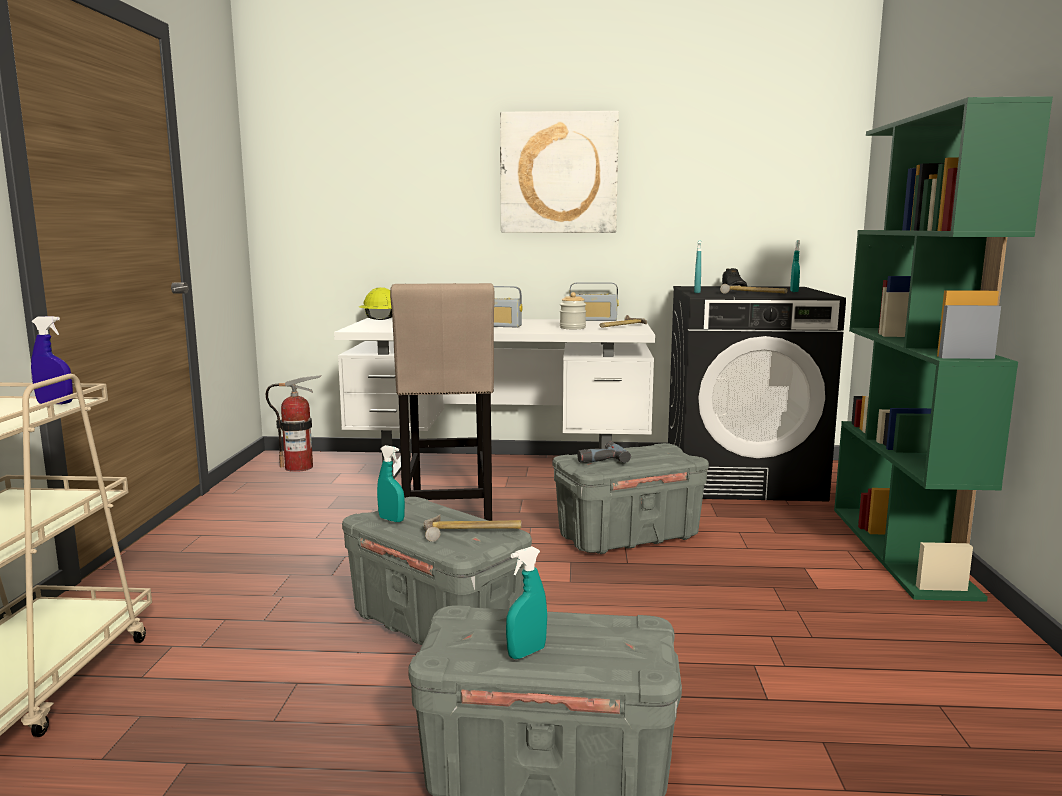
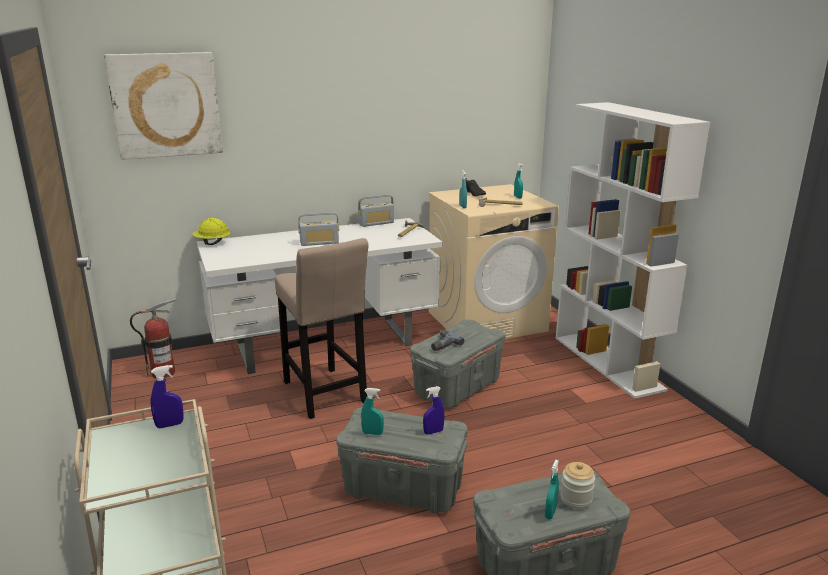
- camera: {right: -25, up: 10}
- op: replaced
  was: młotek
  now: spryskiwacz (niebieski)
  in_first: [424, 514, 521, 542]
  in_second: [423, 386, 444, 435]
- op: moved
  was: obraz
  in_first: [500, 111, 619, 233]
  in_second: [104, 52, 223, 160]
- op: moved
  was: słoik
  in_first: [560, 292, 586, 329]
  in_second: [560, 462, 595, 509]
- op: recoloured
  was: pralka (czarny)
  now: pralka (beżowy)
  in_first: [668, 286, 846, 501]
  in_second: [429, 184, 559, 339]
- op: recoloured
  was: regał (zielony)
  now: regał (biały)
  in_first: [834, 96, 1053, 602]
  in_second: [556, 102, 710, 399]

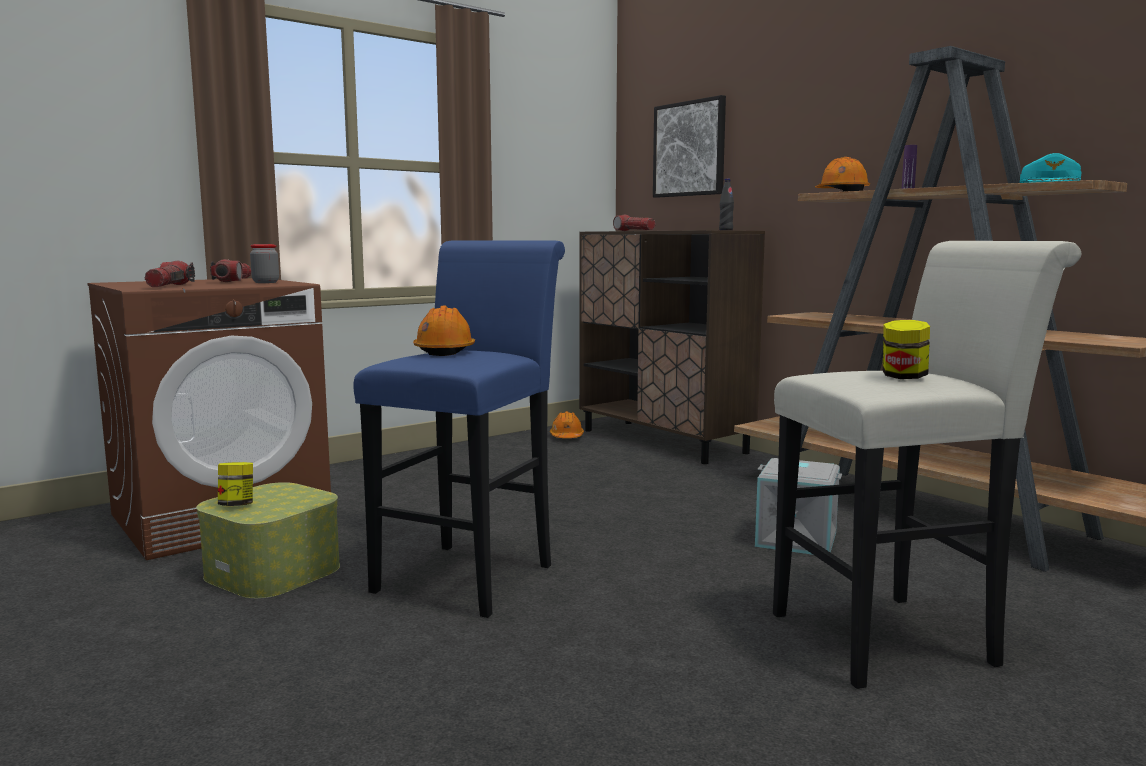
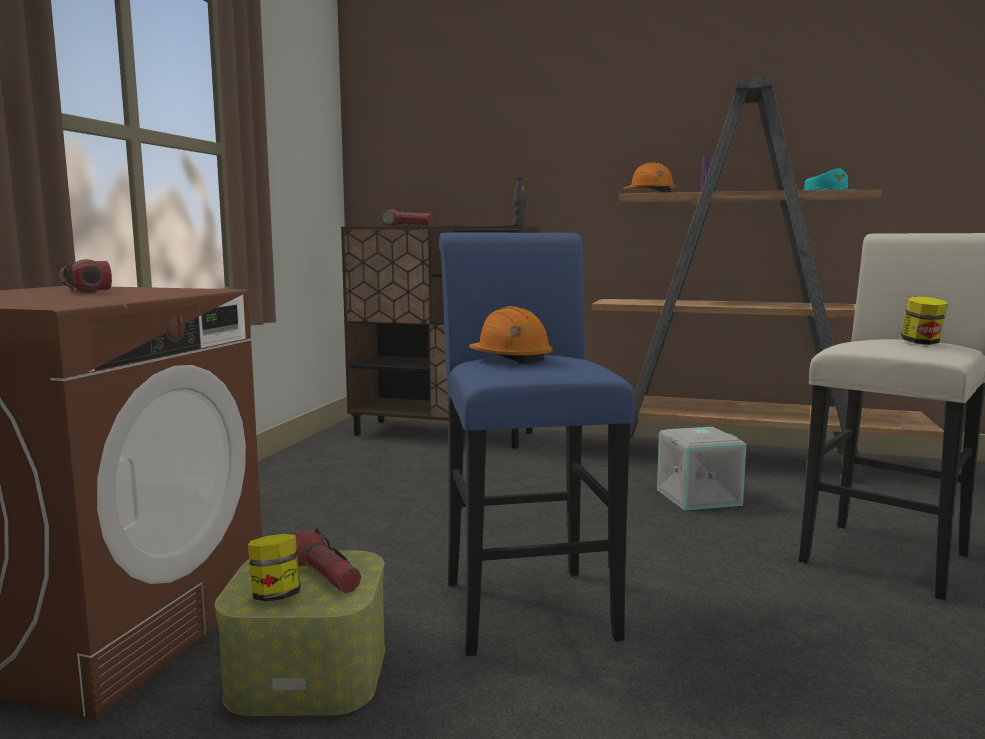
- camera: {right: -35, up: 0}
- op: moved
  was: latarka
  in_first: [145, 261, 195, 287]
  in_second: [292, 528, 361, 593]
- op: removed
  was: słoik
  in_first: [250, 244, 279, 283]
- op: removed
  was: kask (pomarańczowy)
  in_first: [550, 411, 584, 438]
- op: removed
  was: obraz
  in_first: [653, 95, 726, 198]

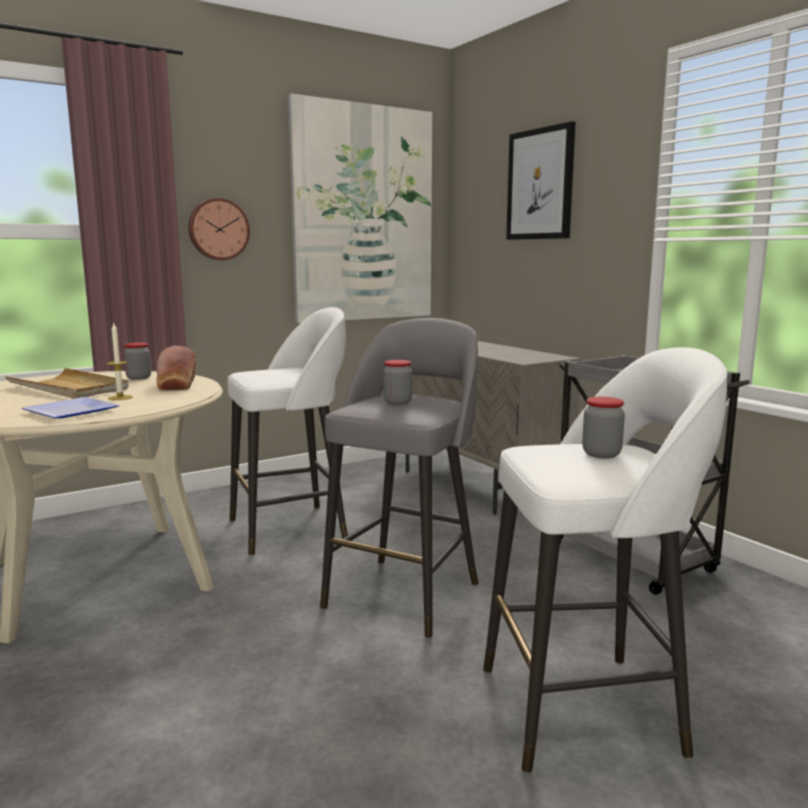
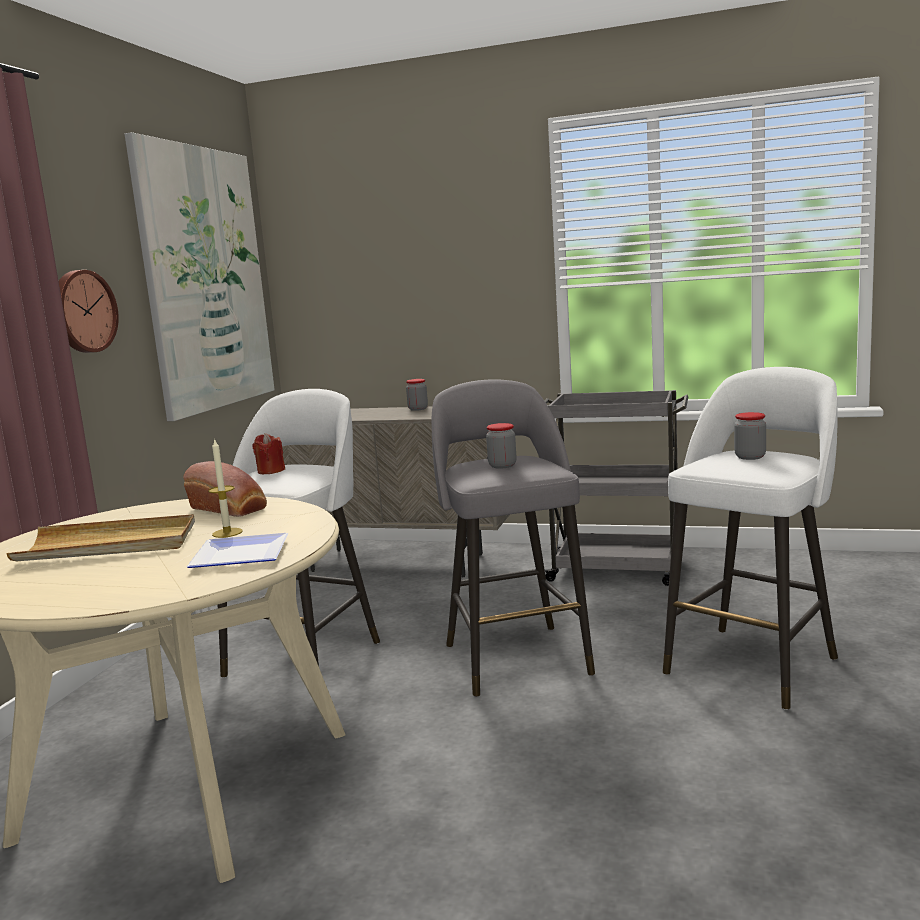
- camera: {right: -40, up: 0}
- op: moved
  was: słoik
  in_first: [124, 342, 151, 380]
  in_second: [406, 379, 428, 411]
- op: removed
  was: obraz
  in_first: [506, 121, 575, 240]
- op: added
  now: świeca (czerwony)
  in_second: [252, 433, 285, 474]

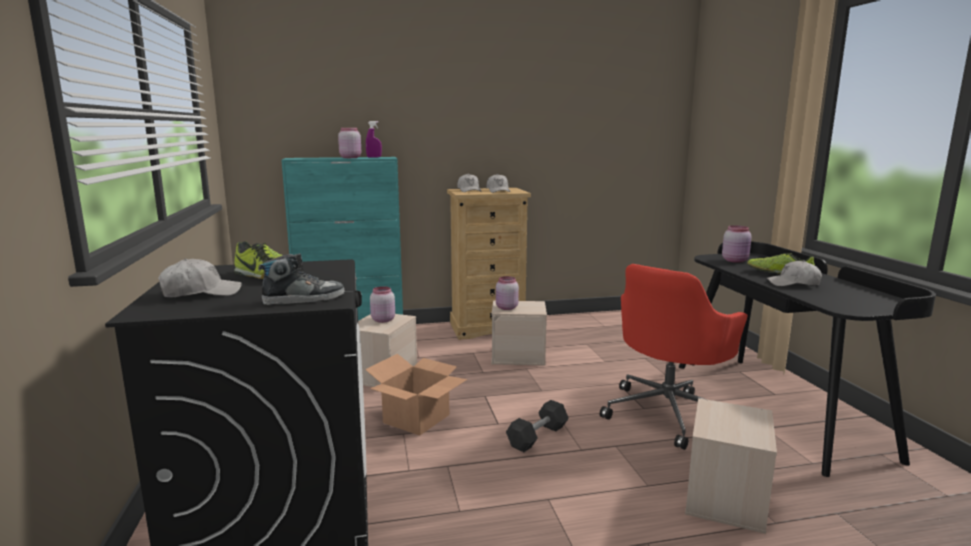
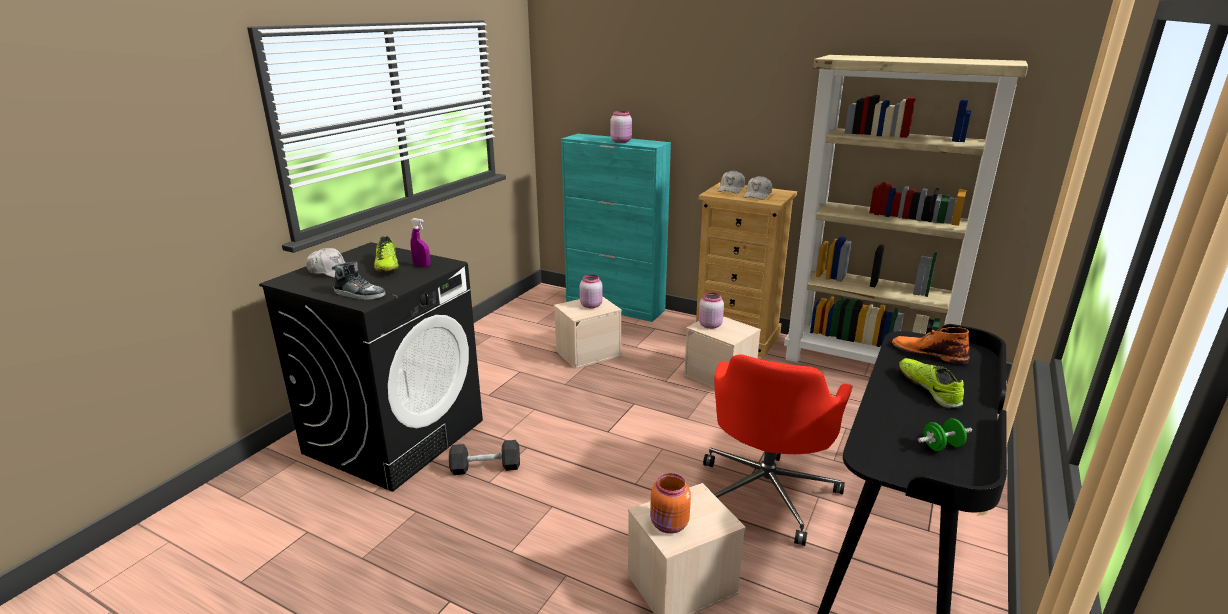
- camera: {right: 40, up: 10}
- op: removed
  was: karton
  in_first: [365, 354, 467, 436]
- op: moved
  was: spryskiwacz (fioletowy)
  in_first: [366, 121, 382, 158]
  in_second: [410, 218, 430, 267]
- op: moved
  was: hantel (czarny)
  in_first: [506, 400, 569, 452]
  in_second: [449, 440, 520, 475]
- op: turned
  was: krzesło biurowe (czerwony)
  in_first: [600, 264, 748, 450]
  in_second: [703, 354, 852, 546]
  clockwise: -60
- op: replaced
  was: słoik (różowy)
  now: but z cholewką (pomarańczowy)
  in_first: [722, 225, 752, 263]
  in_second: [892, 327, 970, 365]
- op: removed
  was: czapka z daszkiem (biały)
  in_first: [766, 260, 822, 286]
- op: added
  now: słoik (pomarańczowy)
  in_second: [650, 473, 691, 534]
- op: added
  now: regał (beżowy)
  in_second: [784, 55, 1028, 364]
- op: added
  now: hantel (zielony)
  in_second: [918, 418, 972, 451]

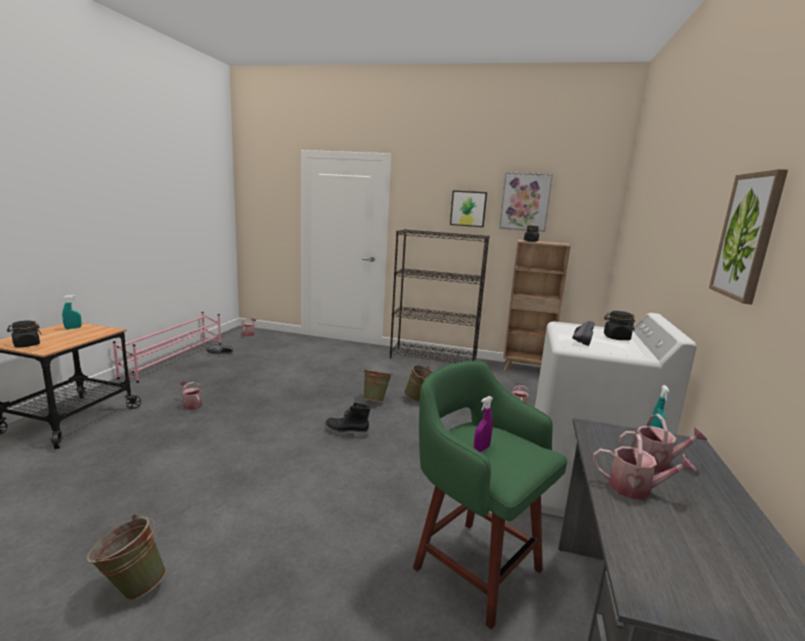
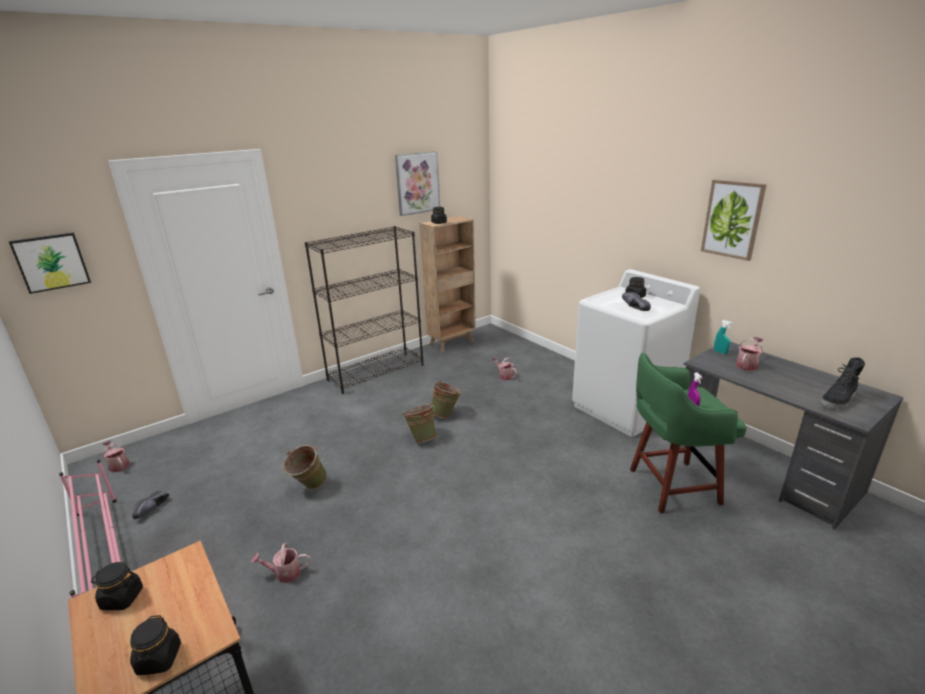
- camera: {right: -50, up: 10}
- op: replaced
  was: spryskiwacz (turkusowy)
  now: słoik (czarny)
  in_first: [62, 295, 82, 329]
  in_second: [91, 562, 143, 610]
- op: moved
  was: wiadro (zielony)
  in_first: [87, 515, 166, 600]
  in_second: [283, 445, 327, 489]
- op: moved
  was: but z cholewką (czarny)
  in_first: [325, 403, 370, 438]
  in_second: [820, 357, 865, 409]
- op: moved
  was: obraz
  in_first: [450, 190, 487, 227]
  in_second: [9, 232, 91, 294]
- op: removed
  was: konewka
  in_first: [593, 434, 696, 500]

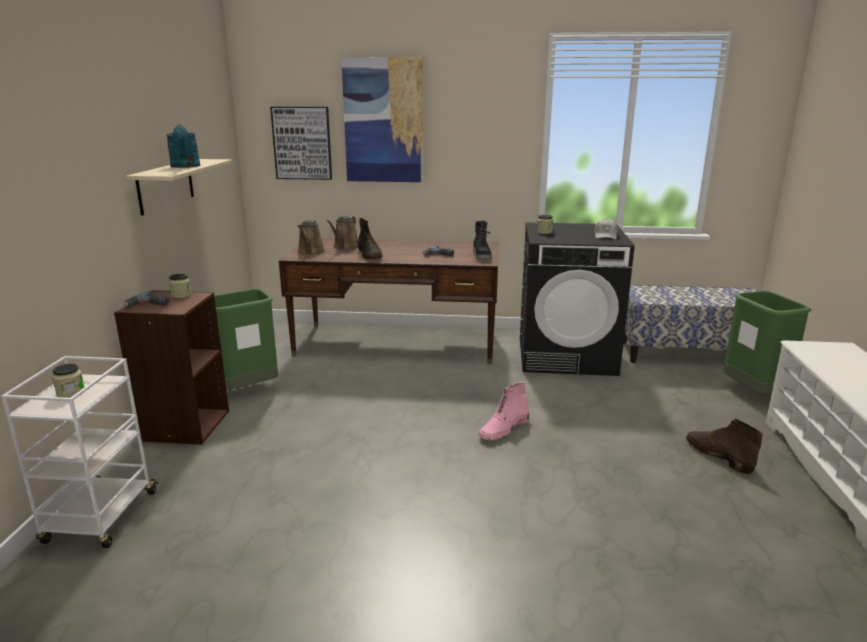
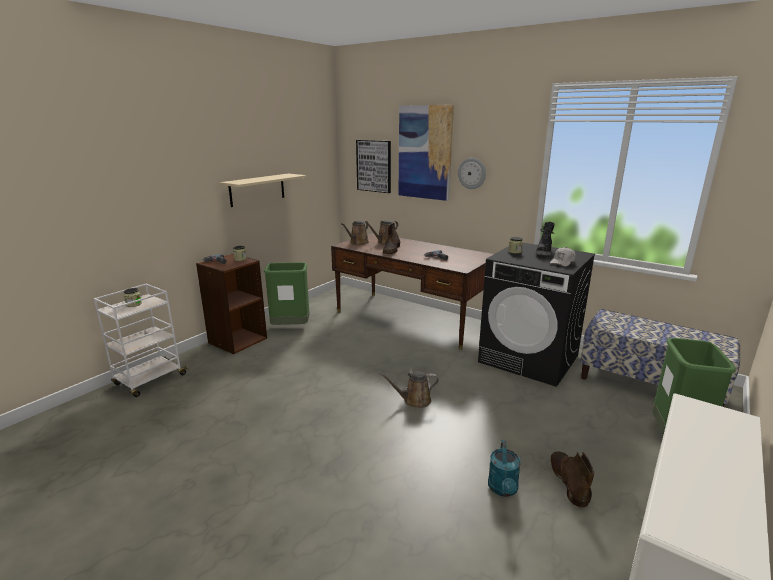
- camera: {right: 30, up: 0}
- op: moved
  was: konewka (turkusowy)
  in_first: [166, 124, 200, 168]
  in_second: [488, 440, 521, 497]
- op: moved
  was: but z cholewką (czarny)
  in_first: [473, 221, 492, 259]
  in_second: [536, 222, 555, 256]
- op: replaced
  was: but z cholewką (różowy)
  now: konewka (brązowy)
  in_first: [479, 382, 529, 440]
  in_second: [380, 371, 439, 408]
- op: added
  now: zegar ścienny
  in_second: [458, 158, 486, 189]

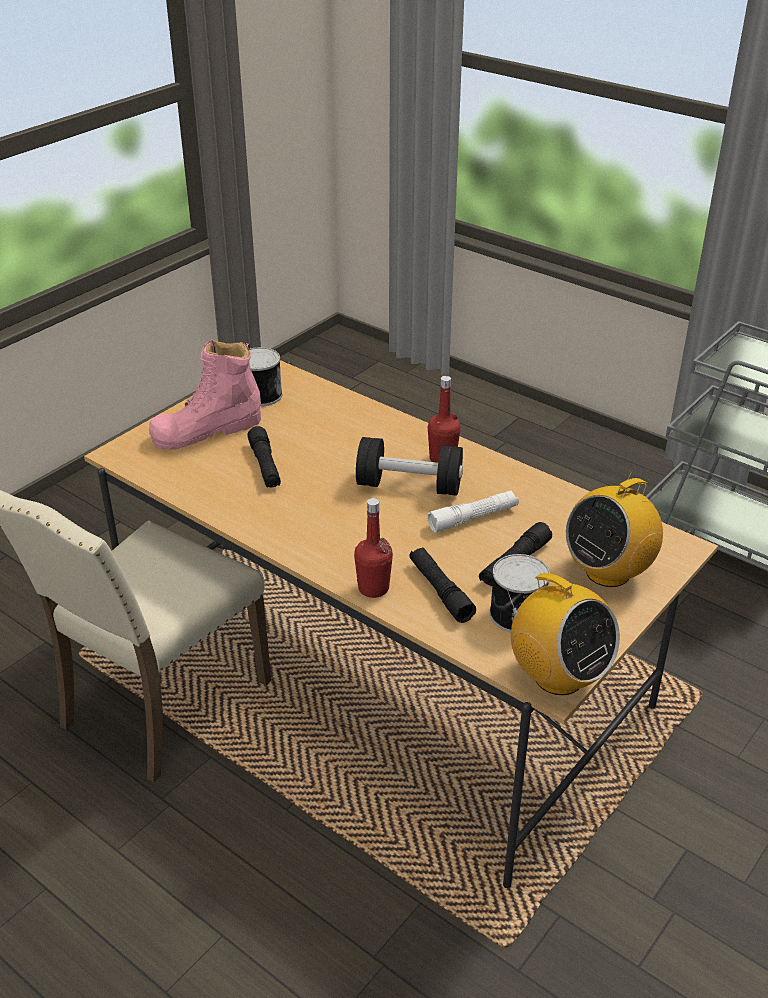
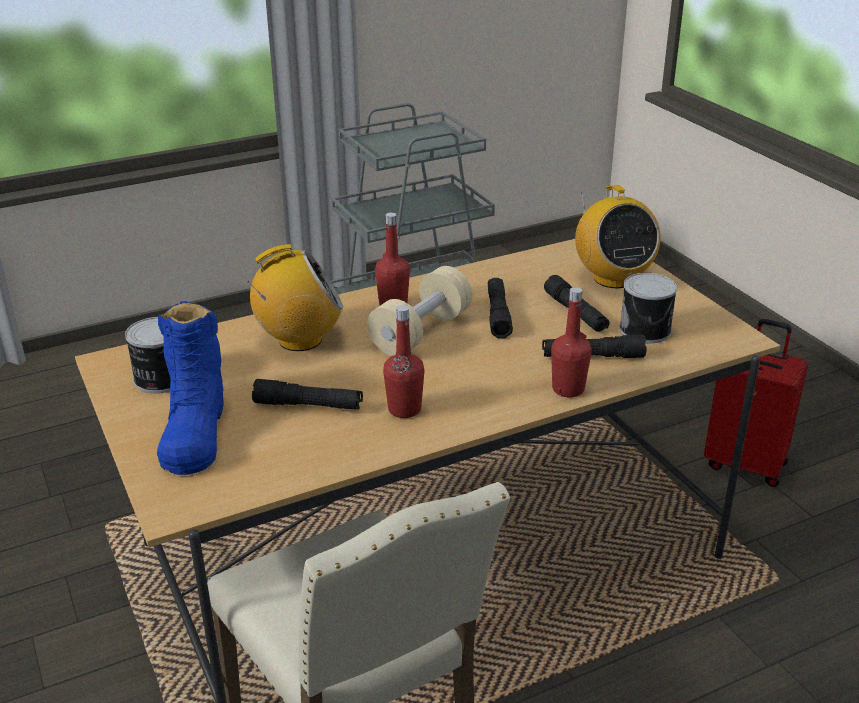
- camera: {right: -65, up: -5}
- op: recoloured
  was: but z cholewką (różowy)
  now: but z cholewką (niebieski)
  in_first: [149, 339, 261, 450]
  in_second: [157, 301, 224, 475]
- op: recoloured
  was: hantel (czarny)
  now: hantel (beżowy)
  in_first: [356, 437, 463, 496]
  in_second: [367, 266, 472, 356]
- op: recoloured
  was: latarka (biały)
  now: latarka (czarny)
  in_first: [427, 491, 519, 532]
  in_second: [488, 278, 513, 339]
- op: moved
  was: radio
  in_first: [505, 573, 620, 695]
  in_second: [247, 244, 343, 351]
- op: added
  now: butelka (czerwony)
  in_second: [383, 305, 425, 418]
- op: added
  now: walizka (czerwony)
  in_second: [704, 319, 808, 487]

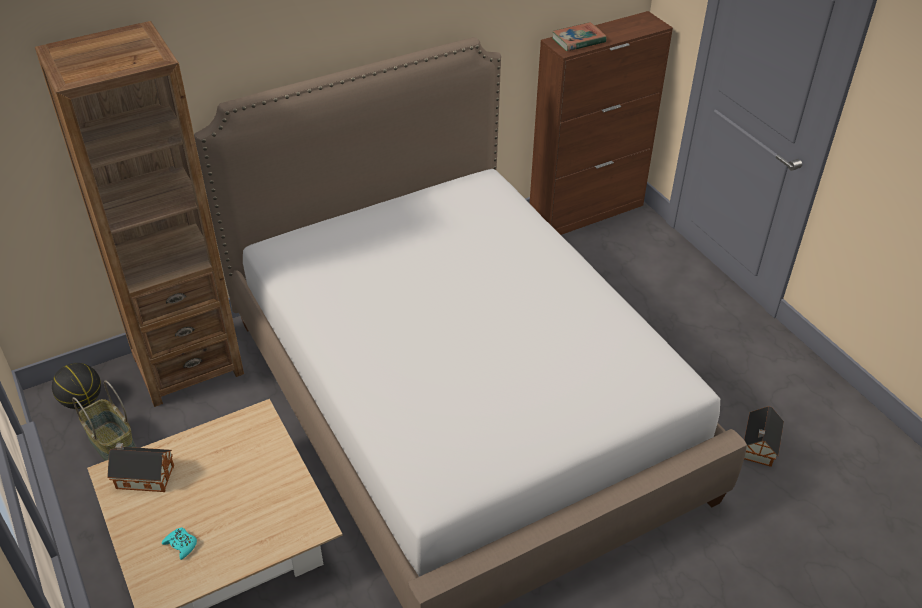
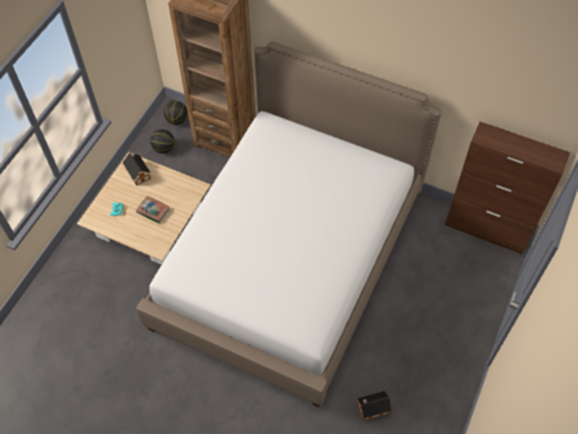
- camera: {right: 55, up: 15}
- op: replaced
  was: koszyk
  now: piłka do koszykówki
  in_first: [72, 381, 136, 461]
  in_second: [150, 129, 175, 153]
- op: moved
  was: książka
  in_first: [552, 22, 607, 51]
  in_second: [136, 196, 170, 223]

